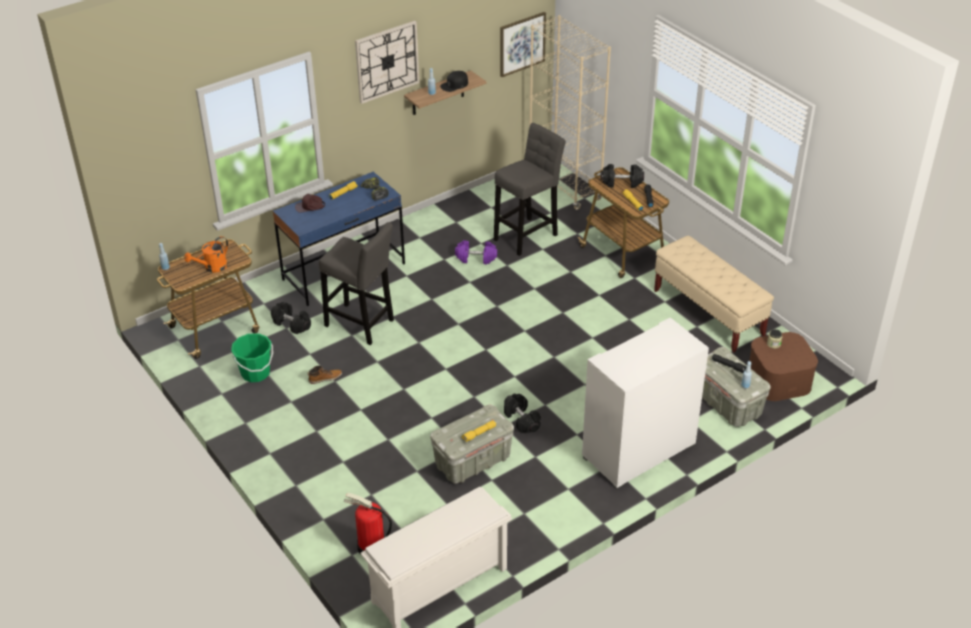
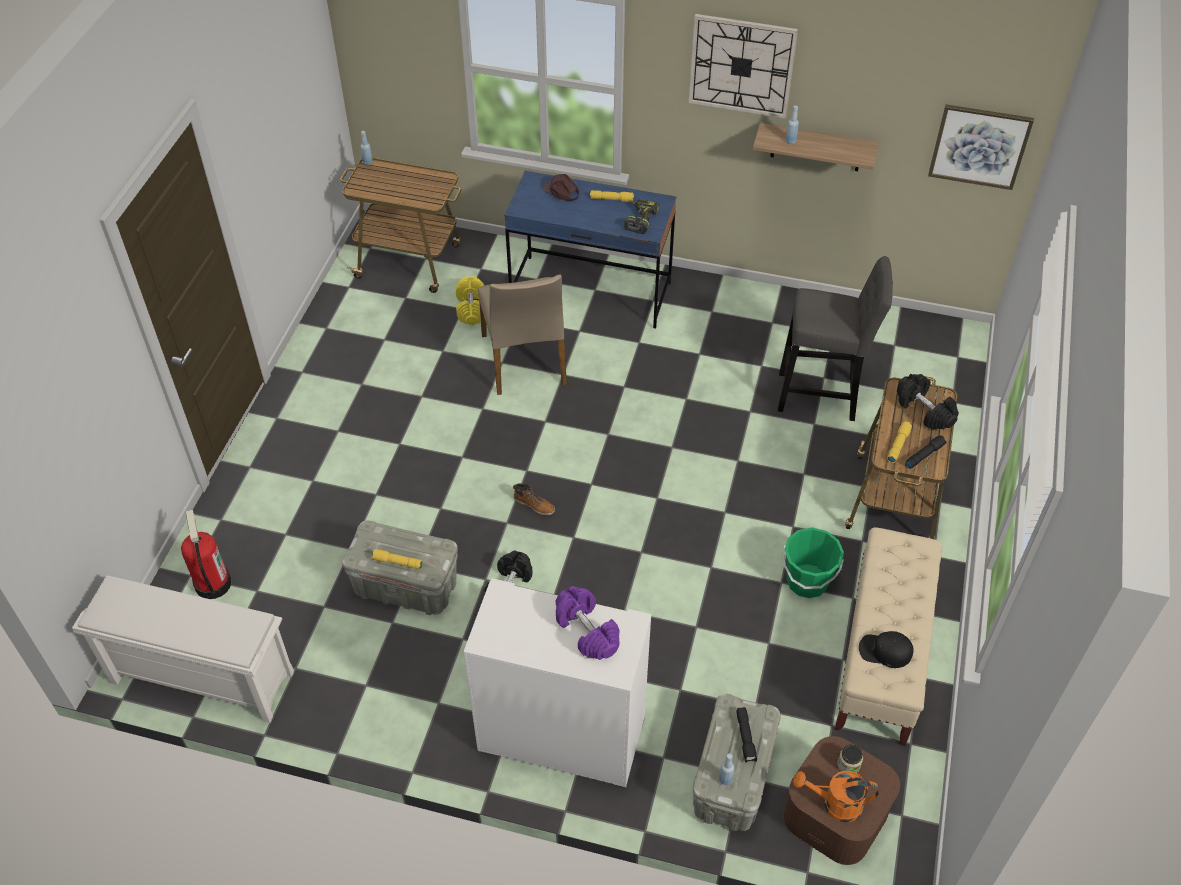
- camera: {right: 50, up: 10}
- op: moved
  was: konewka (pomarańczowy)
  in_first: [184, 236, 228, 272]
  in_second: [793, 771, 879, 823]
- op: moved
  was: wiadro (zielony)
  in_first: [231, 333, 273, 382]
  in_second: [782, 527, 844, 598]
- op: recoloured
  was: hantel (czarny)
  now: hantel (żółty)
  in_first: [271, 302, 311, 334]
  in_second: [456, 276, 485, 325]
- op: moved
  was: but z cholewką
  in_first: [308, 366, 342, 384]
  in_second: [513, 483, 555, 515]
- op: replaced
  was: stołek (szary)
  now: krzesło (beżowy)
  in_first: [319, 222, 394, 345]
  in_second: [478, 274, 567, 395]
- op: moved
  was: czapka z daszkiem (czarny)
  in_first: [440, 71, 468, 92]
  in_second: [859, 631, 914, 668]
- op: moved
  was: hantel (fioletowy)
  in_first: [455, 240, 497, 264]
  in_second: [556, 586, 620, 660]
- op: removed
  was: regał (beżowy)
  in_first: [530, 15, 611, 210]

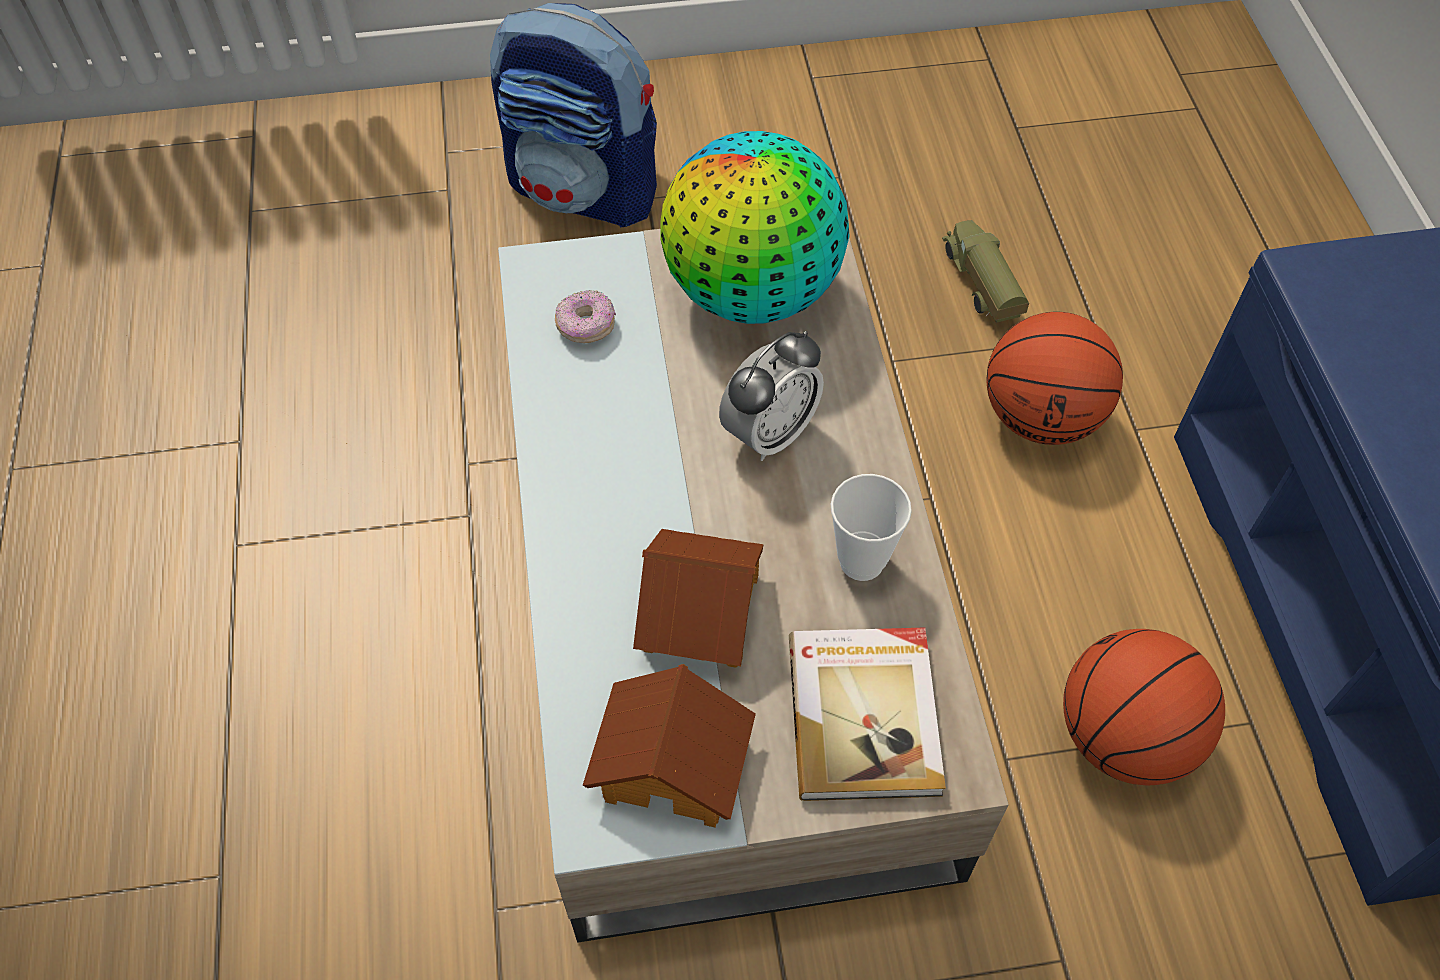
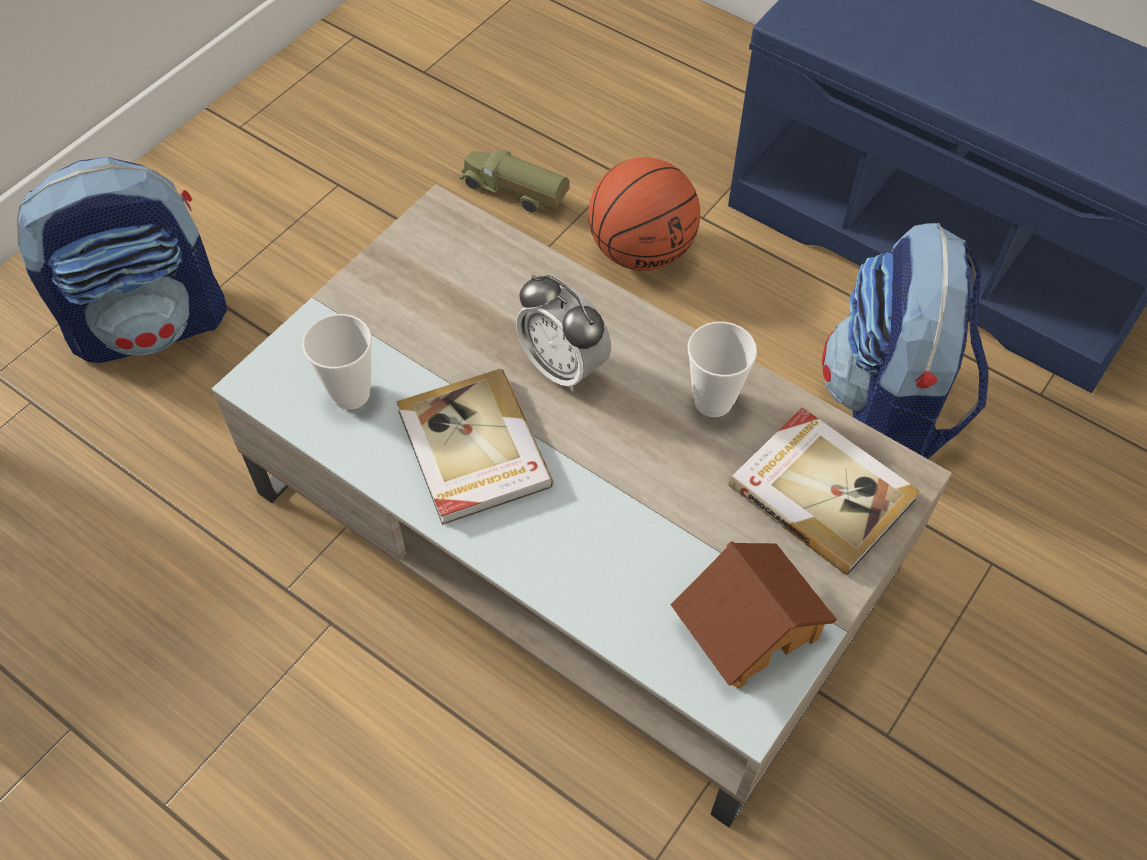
- camera: {right: -45, up: 0}
- op: replaced
  was: donut
  now: filiżanka
  in_first: [555, 290, 616, 343]
  in_second: [302, 314, 372, 410]
- op: removed
  was: domek
  in_first: [633, 529, 764, 668]
- op: removed
  was: globus
  in_first: [660, 131, 849, 324]
- op: turned
  was: budzik
  in_first: [719, 331, 824, 461]
  in_second: [516, 275, 611, 392]
  clockwise: 135
- op: replaced
  was: piłka do koszykówki
  now: plecak
  in_first: [1063, 629, 1225, 785]
  in_second: [822, 223, 988, 459]
- op: added
  now: książka
  in_second: [396, 369, 554, 525]

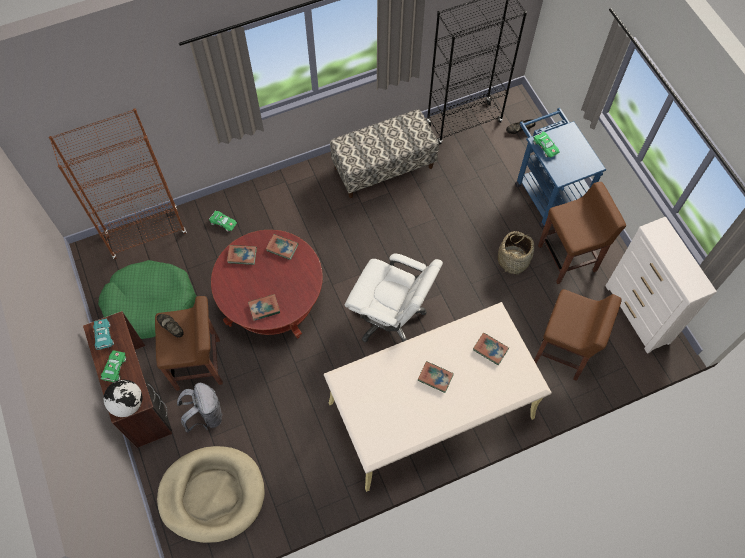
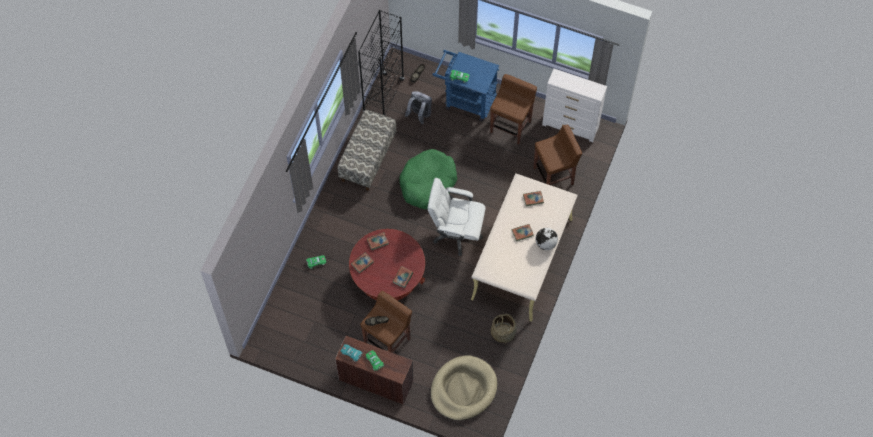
- camera: {right: -45, up: 0}
- op: removed
  was: regał (brązowy)
  in_first: [49, 108, 187, 259]
- op: moved
  was: legowisko (zielony)
  in_first: [98, 260, 197, 339]
  in_second: [399, 149, 457, 209]
- op: moved
  was: globus
  in_first: [104, 380, 143, 417]
  in_second: [535, 228, 558, 250]
- op: moved
  was: plecak (szary)
  in_first: [177, 383, 223, 433]
  in_second: [405, 91, 432, 124]
- op: turned
  was: krzesło biurowe (biały)
  in_first: [345, 254, 443, 343]
  in_second: [427, 178, 486, 256]
  clockwise: -150
- op: moved
  was: koszyk
  in_first: [498, 231, 534, 274]
  in_second: [491, 312, 517, 344]

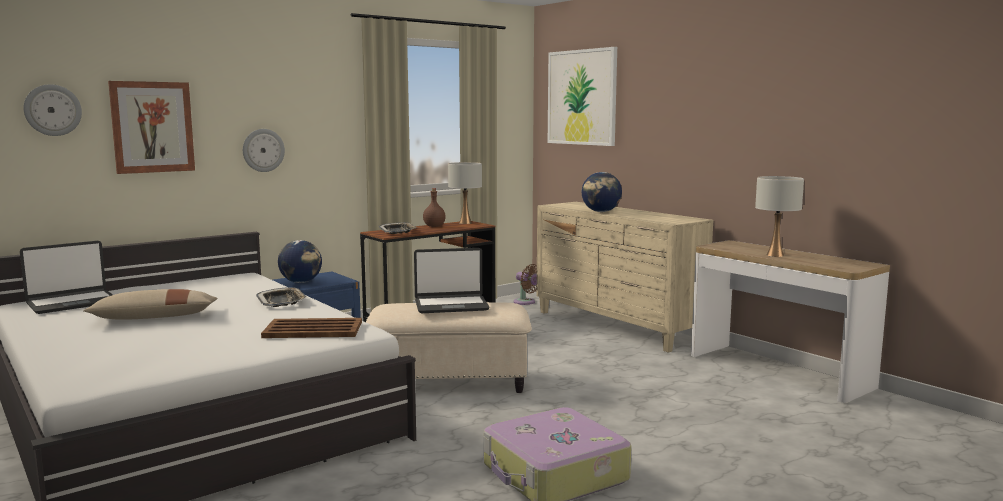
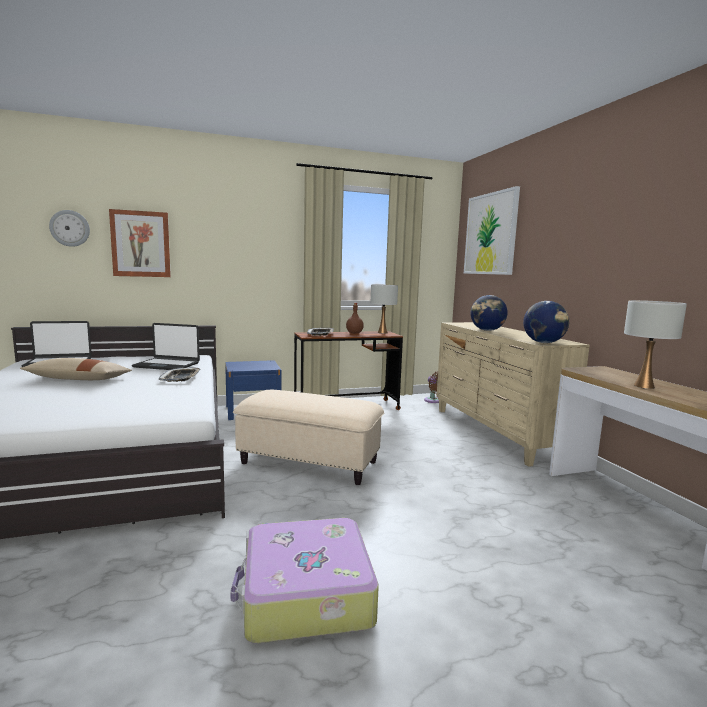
- camera: {right: 20, up: 0}
- op: removed
  was: zegar ścienny
  in_first: [243, 129, 285, 172]
- op: removed
  was: taca (brązowy)
  in_first: [261, 318, 362, 338]
- op: moved
  was: globus
  in_first: [278, 240, 322, 283]
  in_second: [523, 301, 569, 343]
- op: moved
  was: laptop
  in_first: [414, 248, 490, 313]
  in_second: [132, 323, 200, 370]

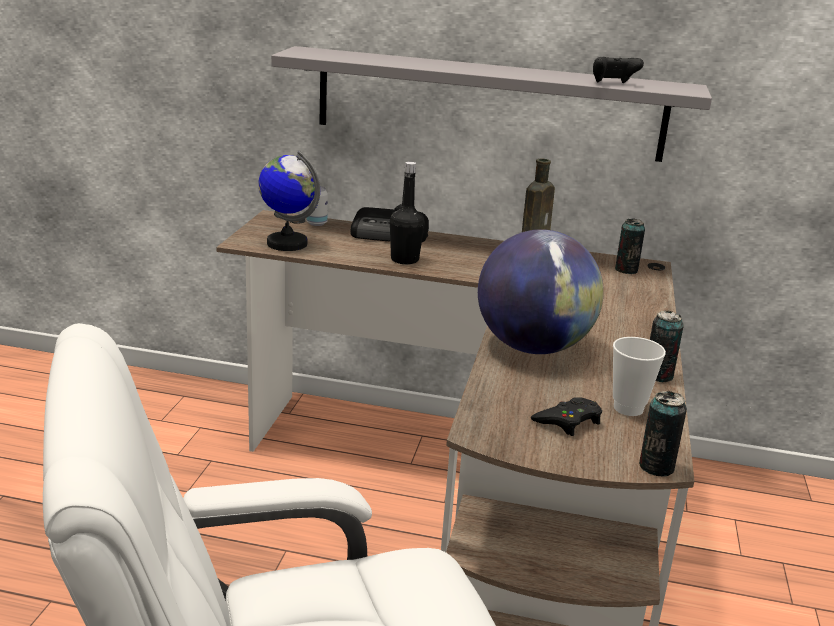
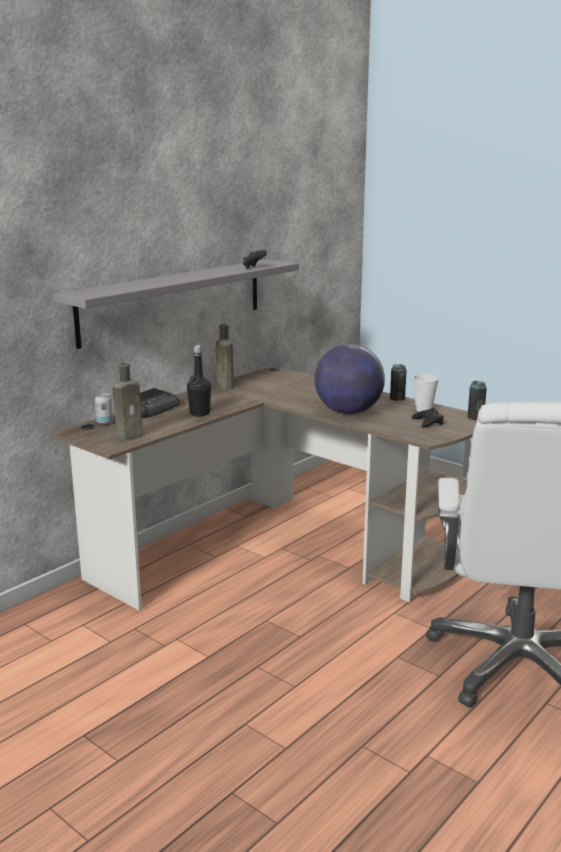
- camera: {right: -60, up: -5}
- op: replaced
  was: globus
  now: butelka (brązowy)
  in_first: [259, 151, 320, 251]
  in_second: [113, 363, 143, 441]
- op: removed
  was: puszka
  in_first: [615, 218, 645, 274]

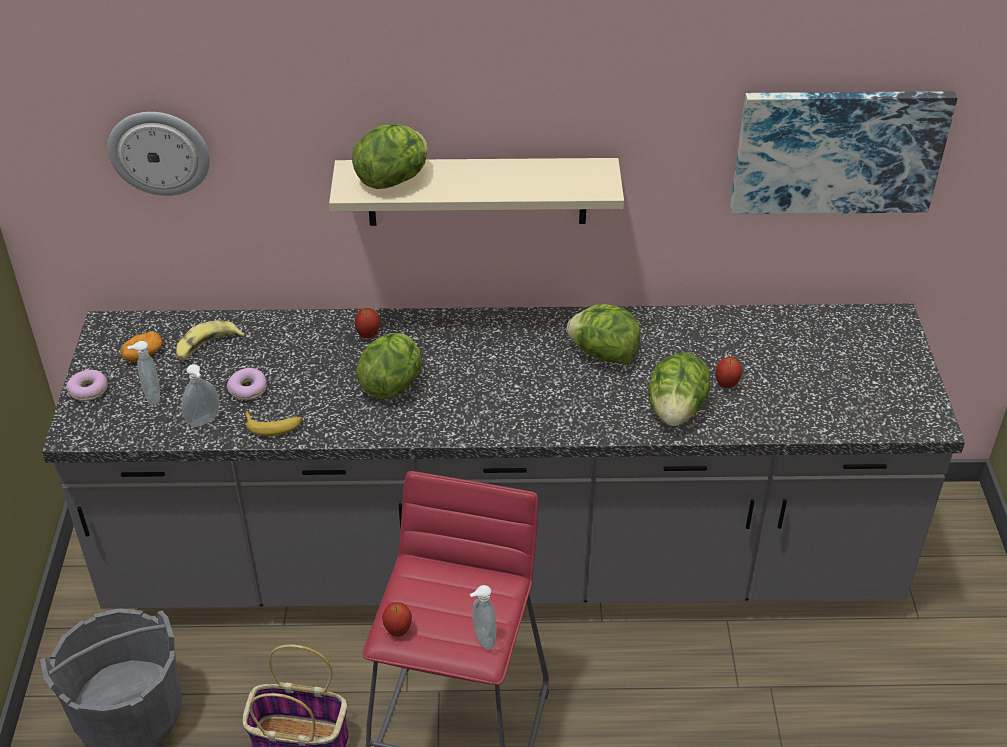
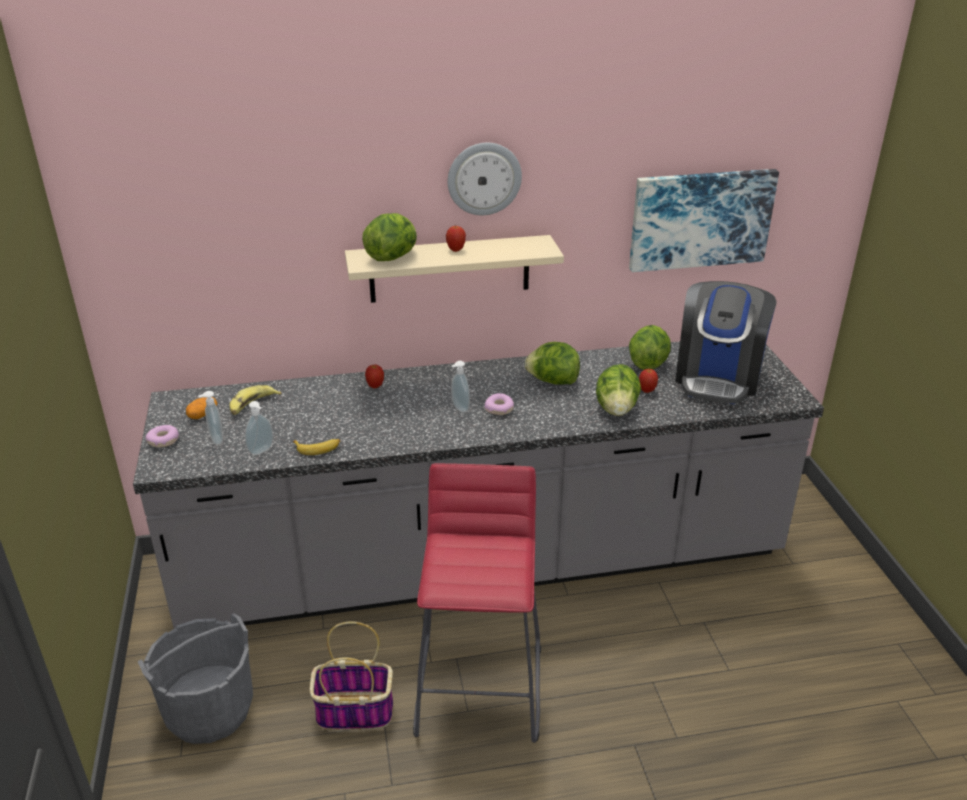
- camera: {right: -10, up: -10}
- op: moved
  was: zegar ścienny
  in_first: [108, 112, 210, 196]
  in_second: [448, 143, 522, 215]
- op: moved
  was: donut
  in_first: [227, 368, 267, 400]
  in_second: [484, 393, 514, 415]
- op: moved
  was: sałata
  in_first: [355, 333, 422, 399]
  in_second: [629, 325, 671, 370]
- op: moved
  was: jabłko
  in_first: [382, 602, 412, 637]
  in_second: [446, 225, 466, 252]
- op: moved
  was: dozownik mydła
  in_first: [470, 585, 497, 650]
  in_second: [451, 361, 470, 412]
- op: added
  now: ekspres do kawy
  in_second: [675, 281, 776, 404]

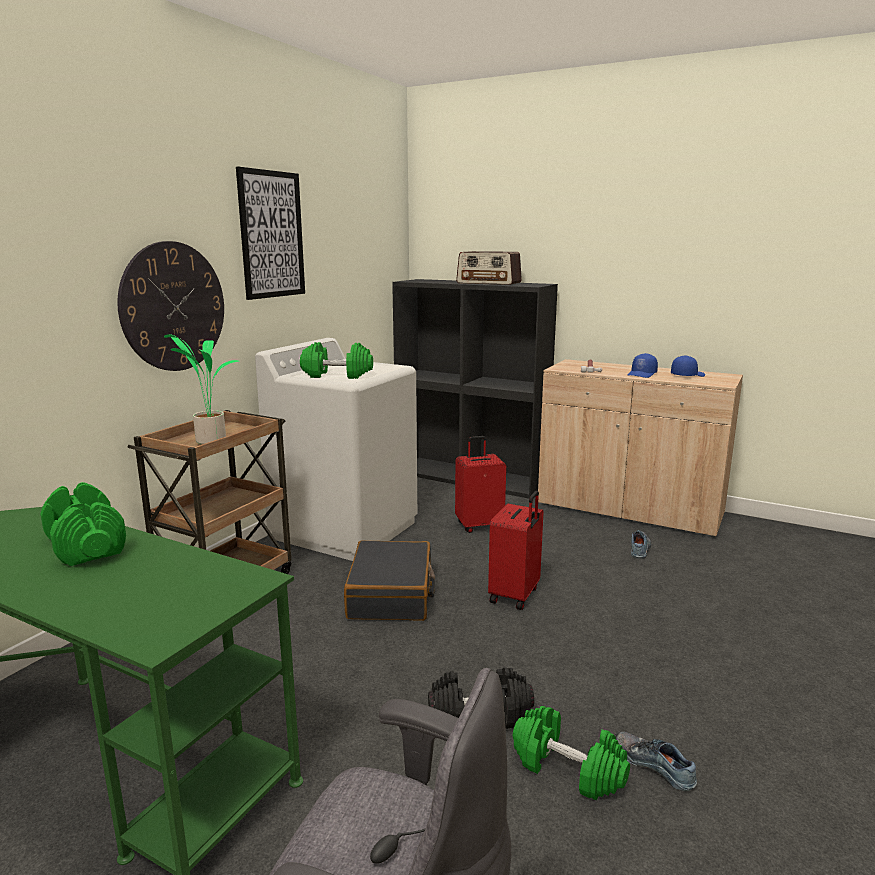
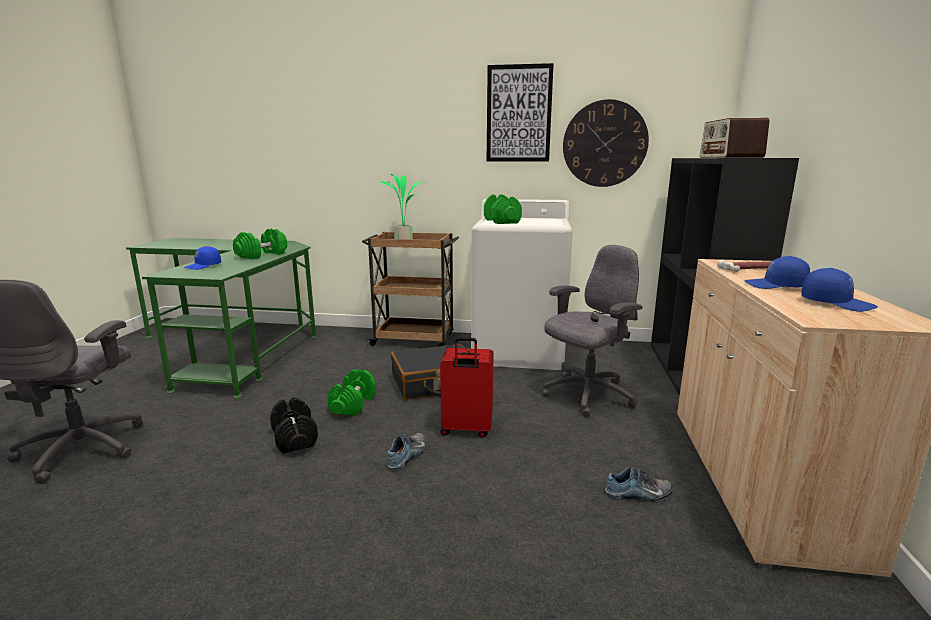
- camera: {right: 70, up: 0}
- op: moved
  was: zegar ścienny
  in_first: [117, 241, 224, 371]
  in_second: [563, 99, 649, 187]
- op: replaced
  was: walizka (czerwony)
  now: krzesło biurowe (szary)
  in_first: [455, 436, 506, 533]
  in_second: [543, 245, 642, 417]
- op: moved
  was: hantel (zielony)
  in_first: [513, 706, 630, 800]
  in_second: [327, 369, 376, 416]
- op: moved
  was: but
  in_first: [615, 732, 697, 791]
  in_second: [387, 433, 427, 470]
- op: added
  now: czapka z daszkiem (niebieski)
  in_second: [184, 246, 221, 270]

